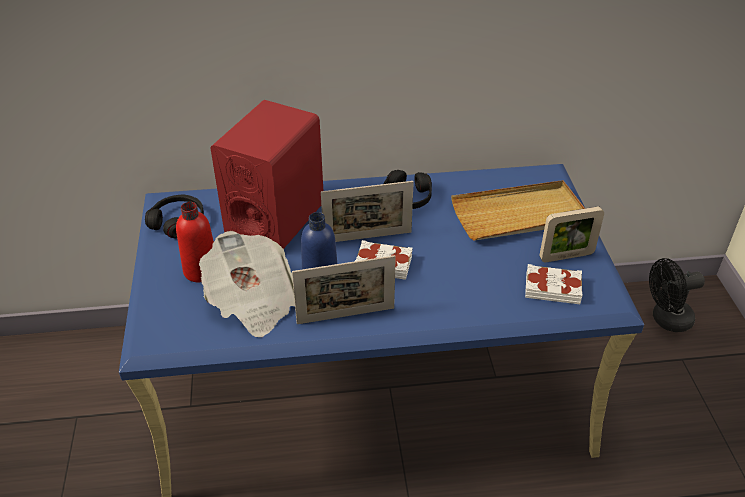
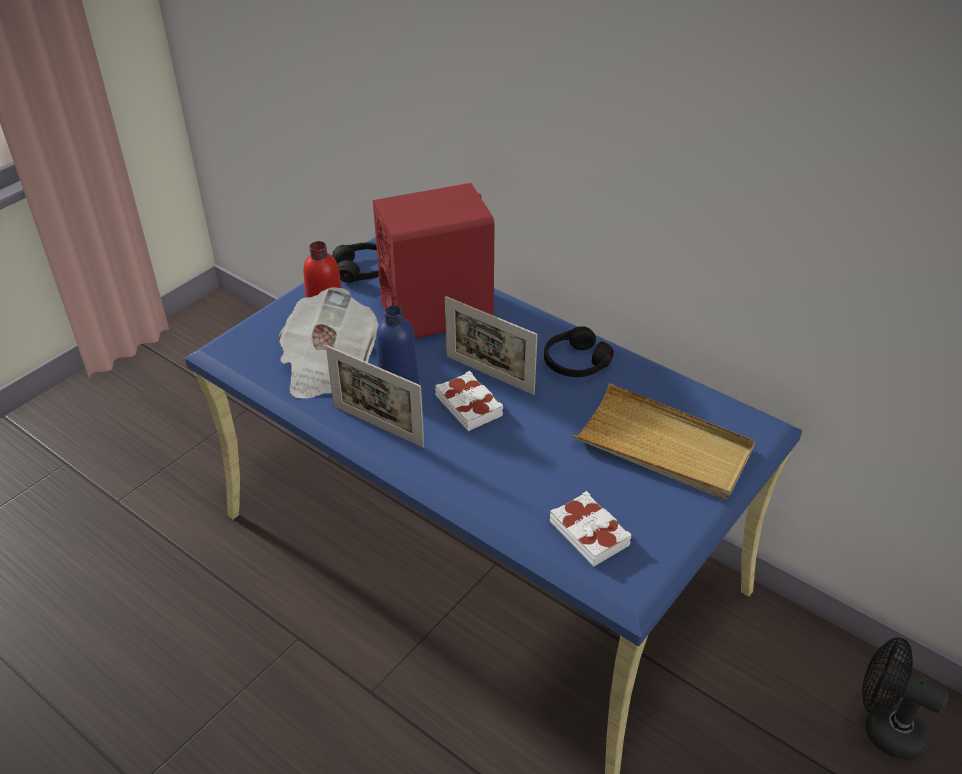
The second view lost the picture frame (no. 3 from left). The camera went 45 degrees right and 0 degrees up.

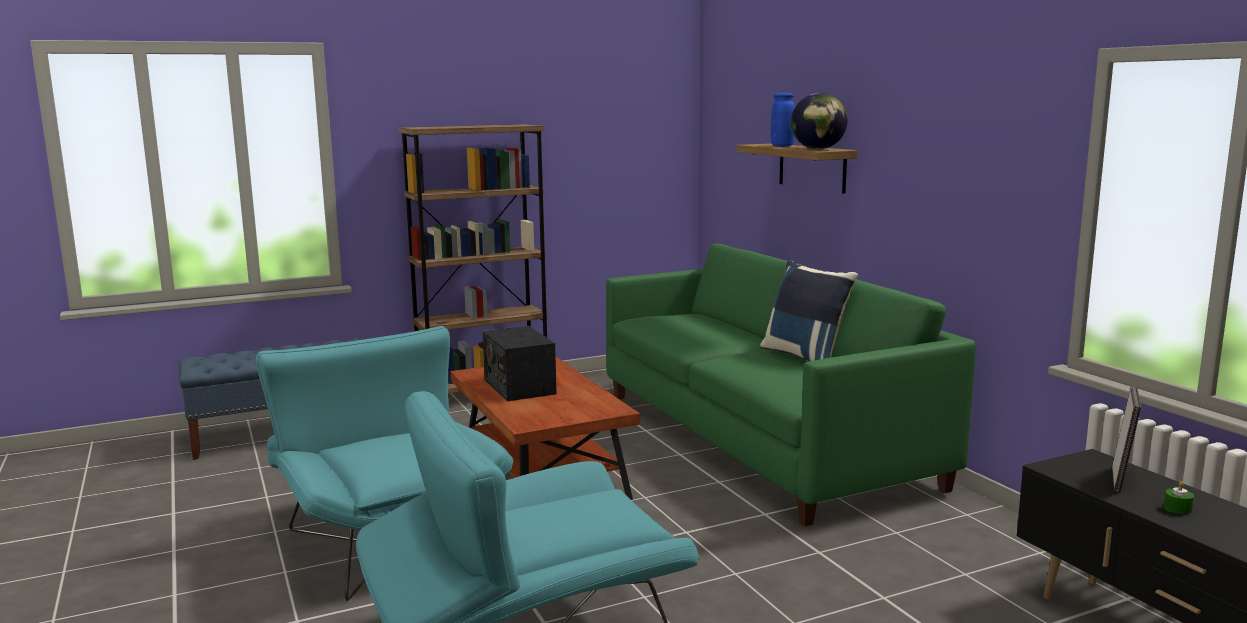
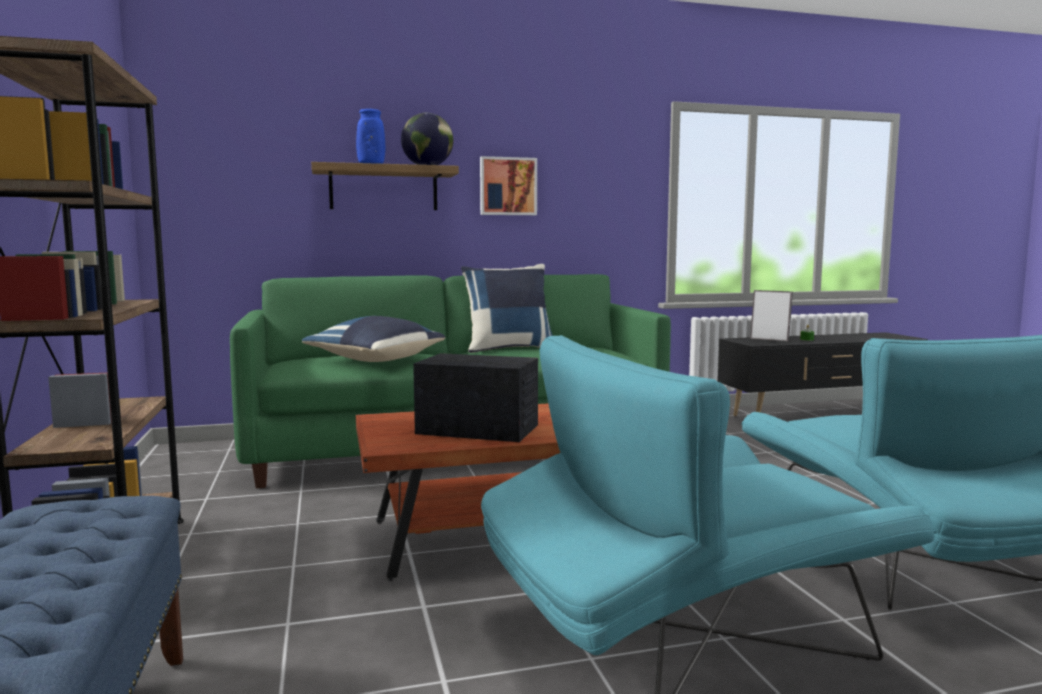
The radio ended up facing another way, 150 degrees counterclockwise from before. The second view gained the blue pillow (no. 1 from left). The second view gained the picture. The camera went 80 degrees left and 5 degrees down.

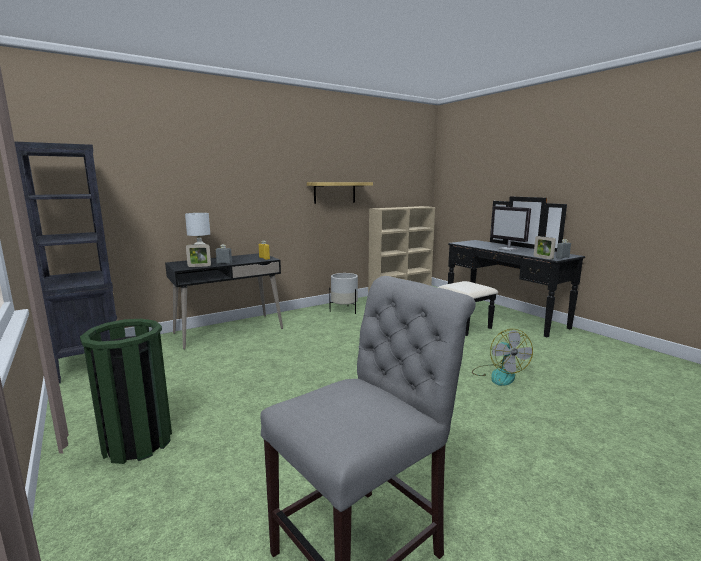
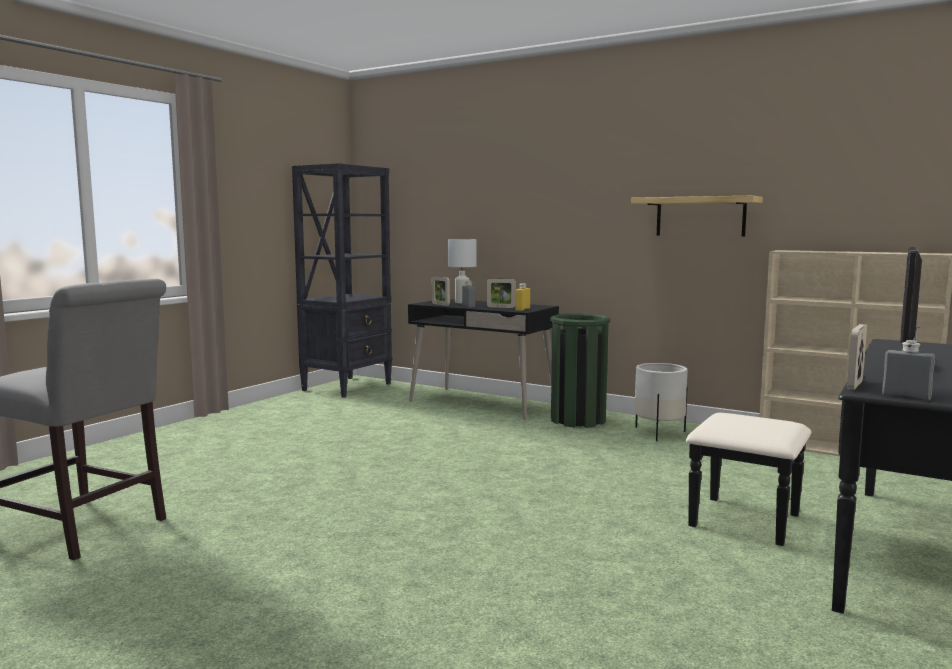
The green trash can ended up elsewhere. The second view lost the fan. The second view gained the picture frame (no. 2 from left). The camera went 65 degrees right and 5 degrees down.

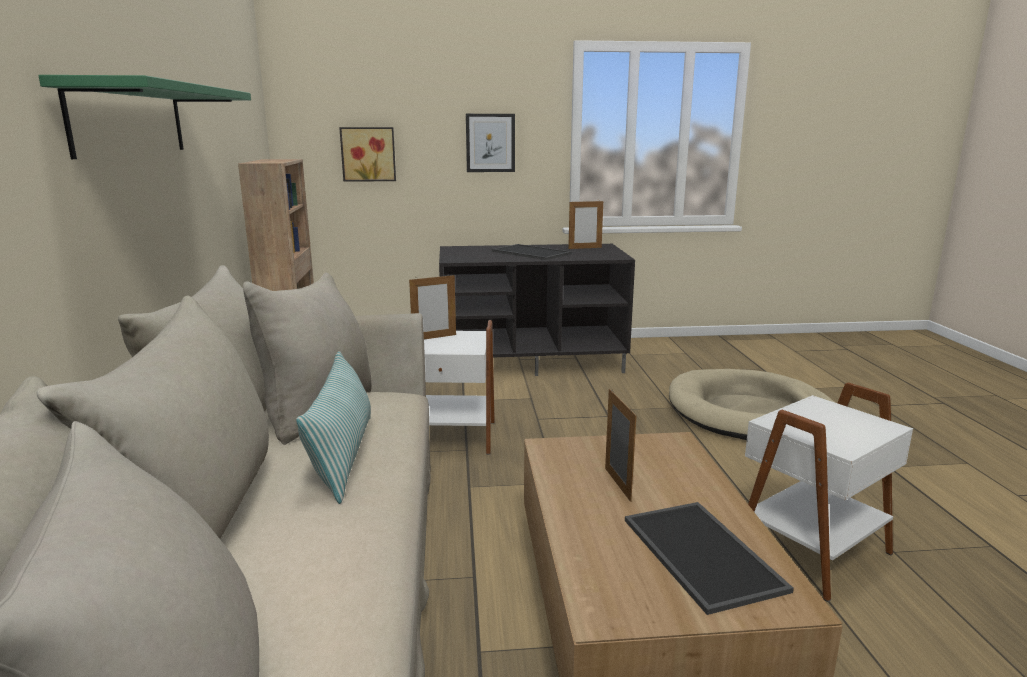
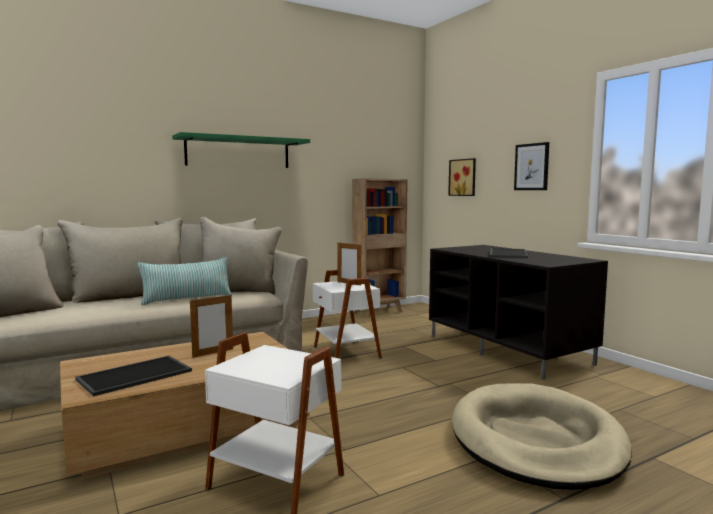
The second view lost the picture frame (no. 2 from left). The camera went 65 degrees right and 10 degrees down.

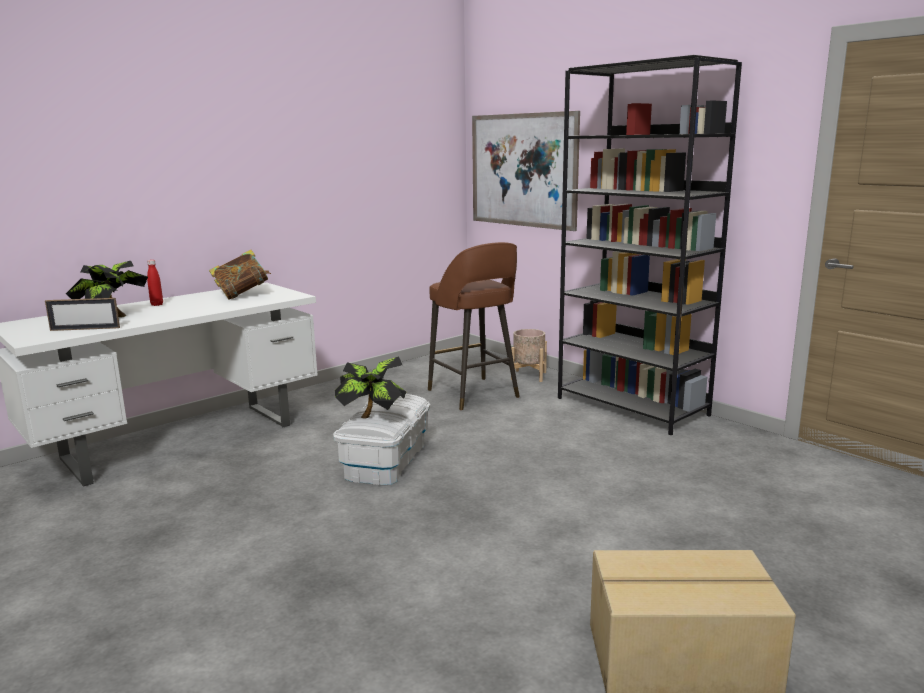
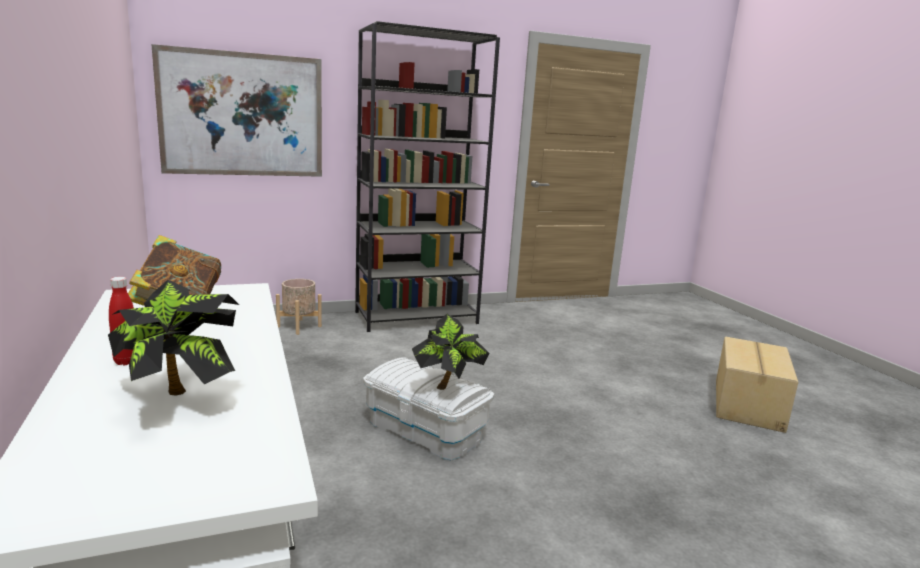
The second view lost the picture frame. The second view lost the brown stool. The camera went 70 degrees left and 0 degrees up.

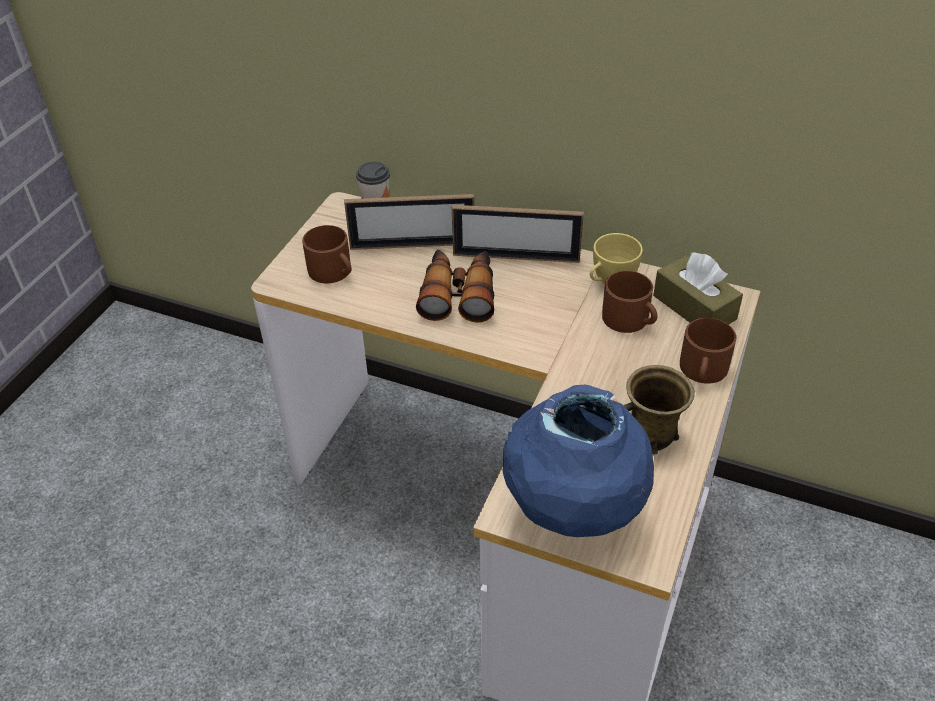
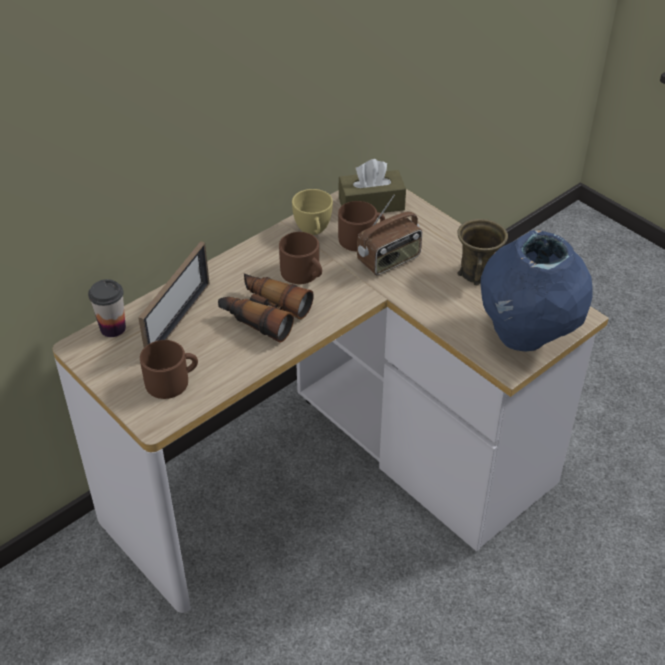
The second view lost the picture frame (no. 2 from left). The brown mug (no. 4 from left in the first image) ended up elsewhere. The second view gained the radio. The camera went 65 degrees left and 0 degrees up.

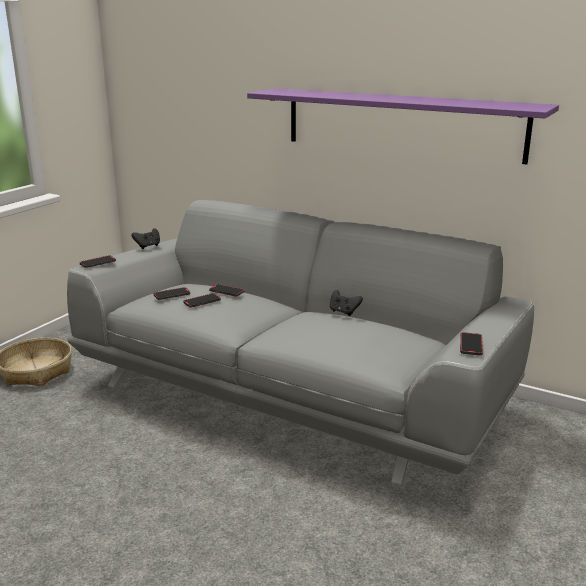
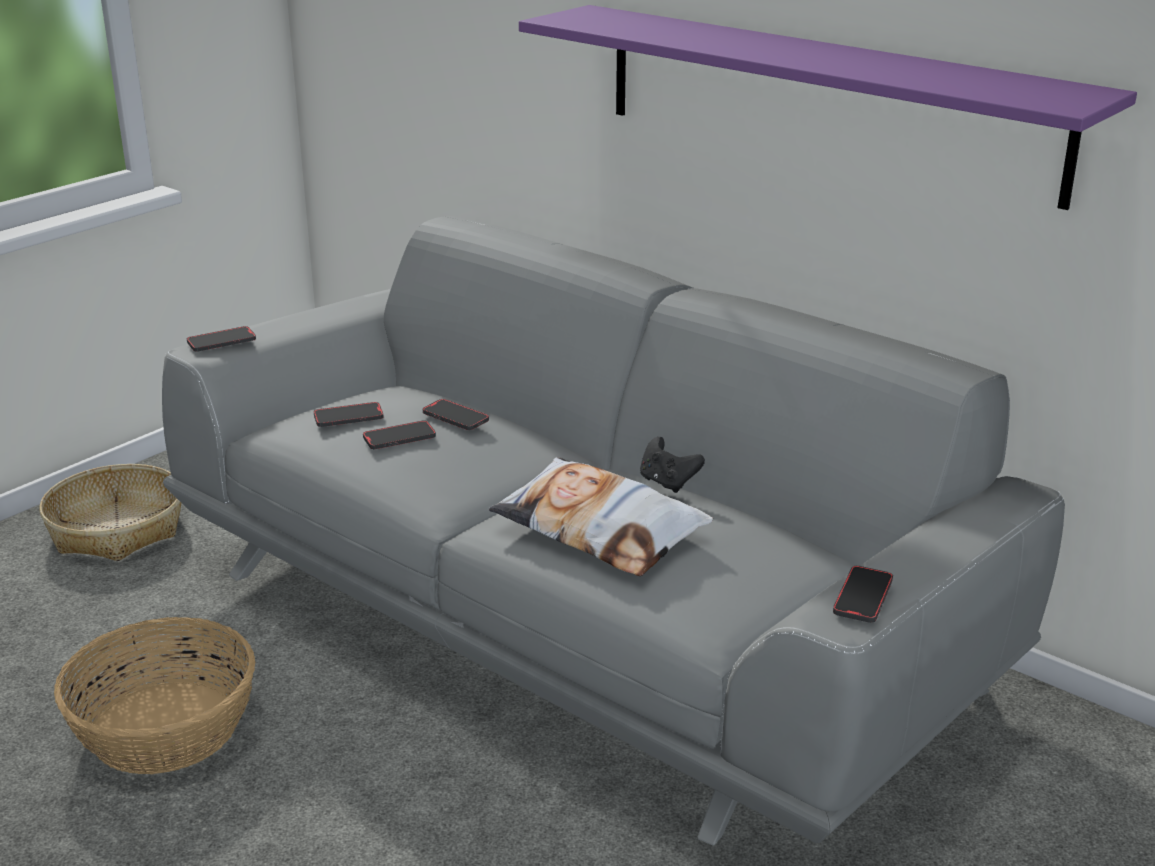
The second view lost the black game controller (no. 1 from left). The second view gained the basket (no. 2 from left). The second view gained the pillow. The camera went 10 degrees right and 5 degrees up.

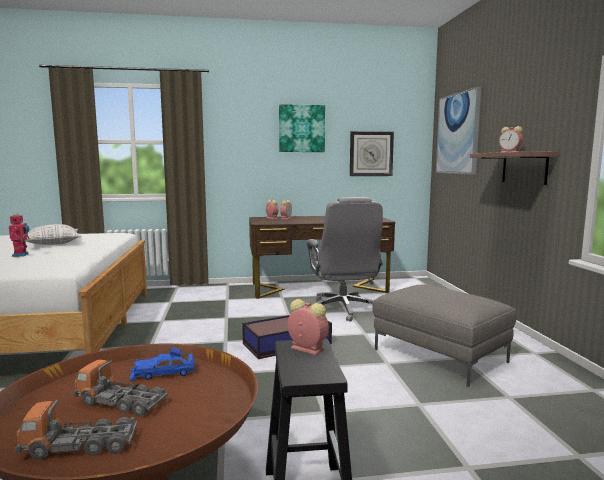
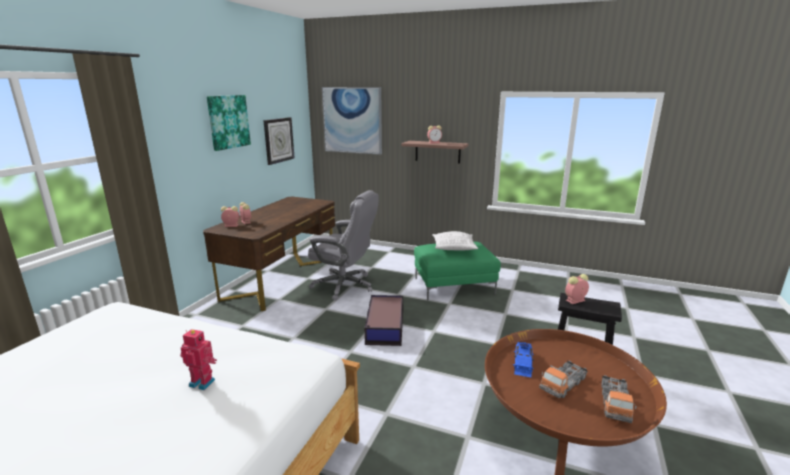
The pillow ended up elsewhere. What was the grey ottoman turned into the green ottoman. The camera went 60 degrees left and 10 degrees up.

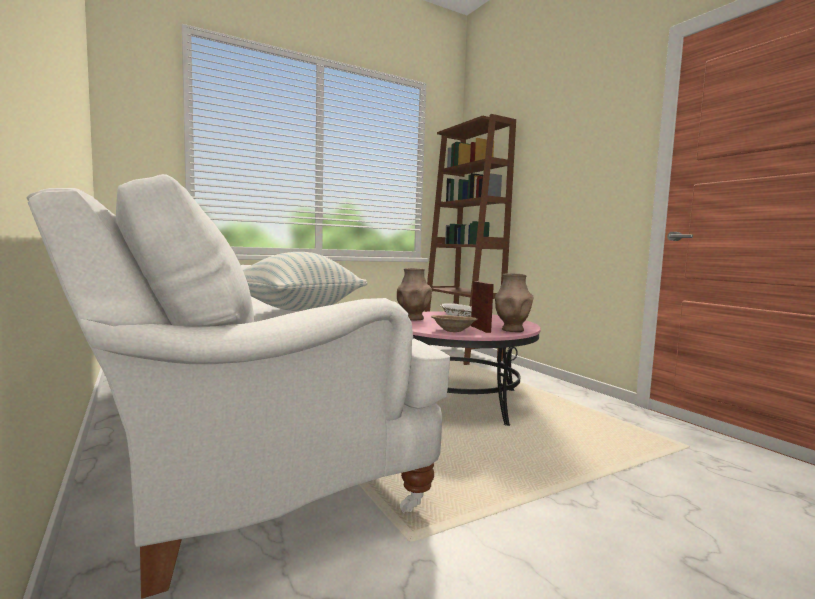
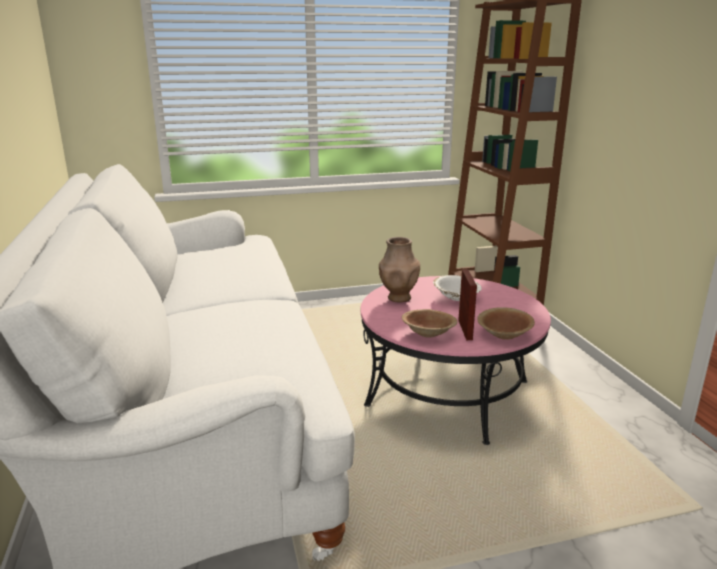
The second view lost the pillow. Where the brown vase (no. 2 from left) stood, the brown bowl (no. 2 from left) came to stand. The camera went 15 degrees right and 15 degrees up.

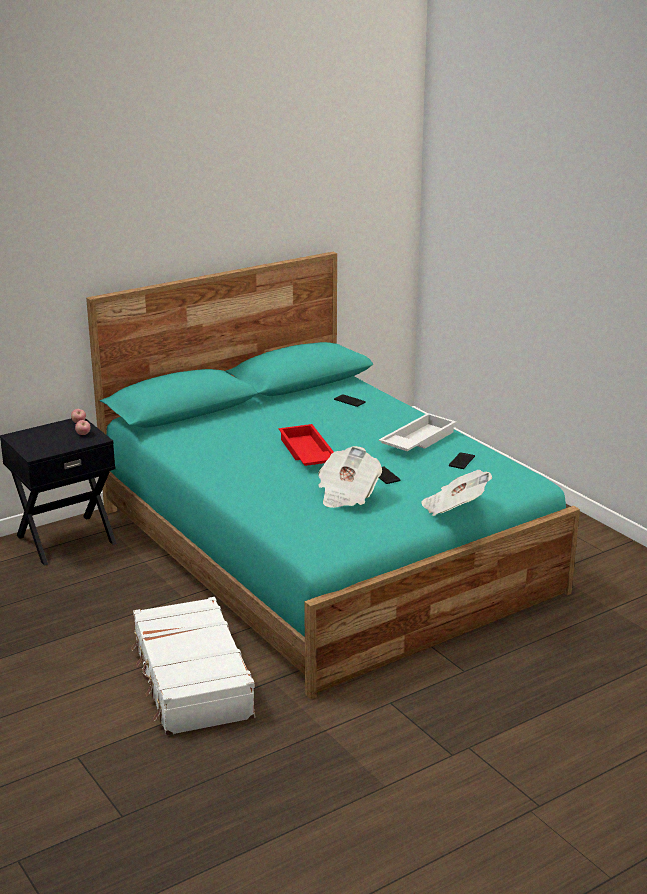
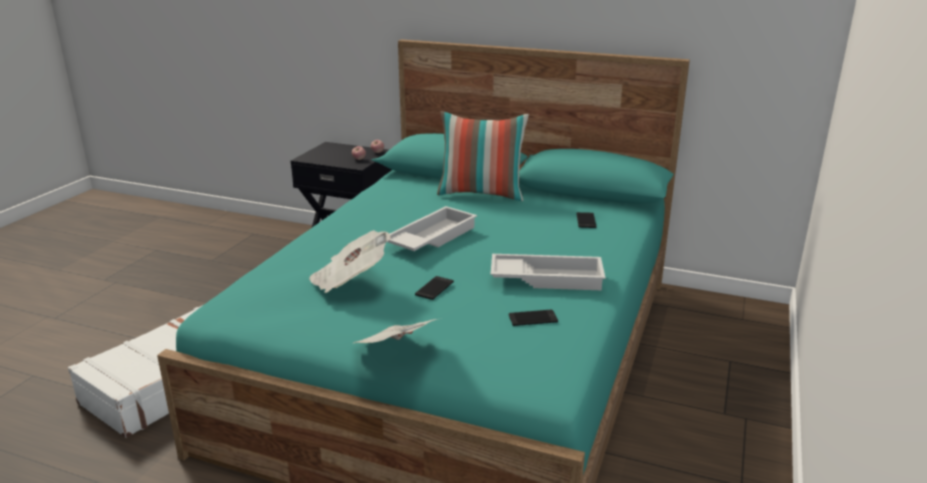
What was the red tray turned into the white tray (no. 1 from left). The second view gained the pillow. The camera went 55 degrees right and 0 degrees up.

